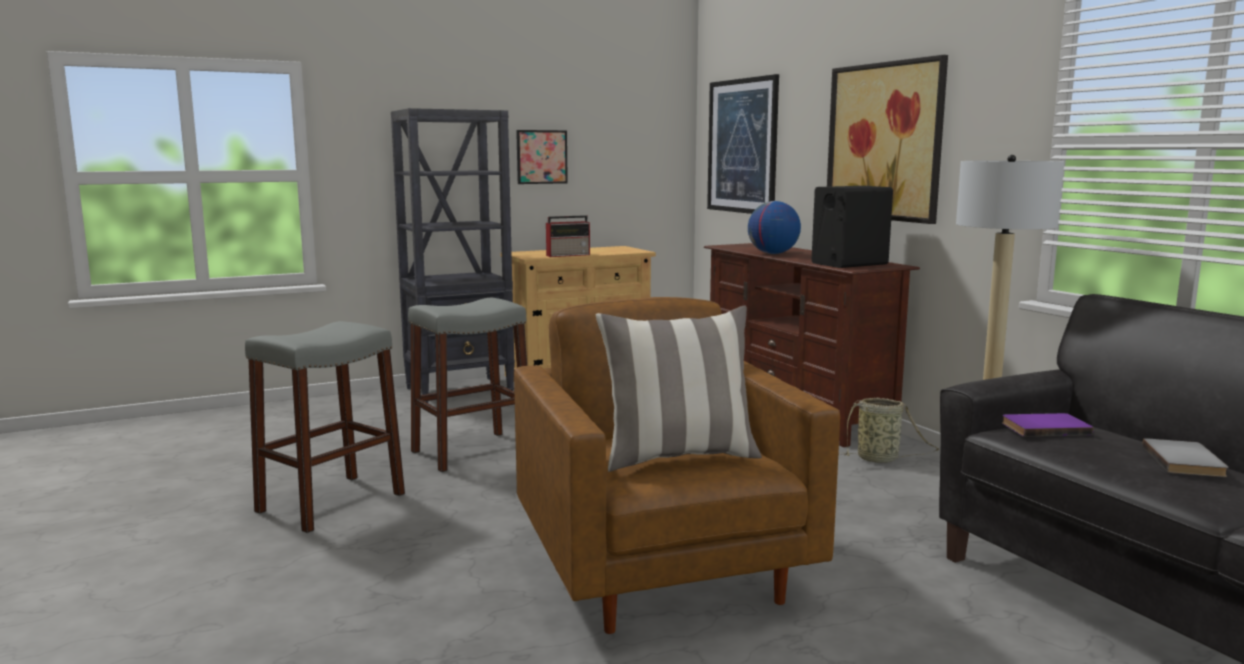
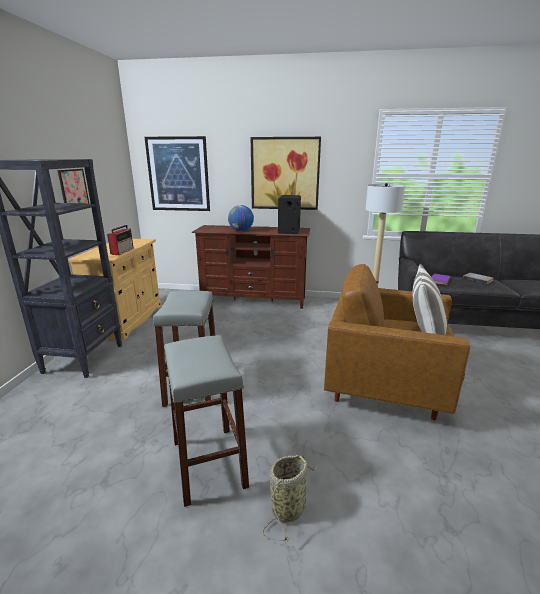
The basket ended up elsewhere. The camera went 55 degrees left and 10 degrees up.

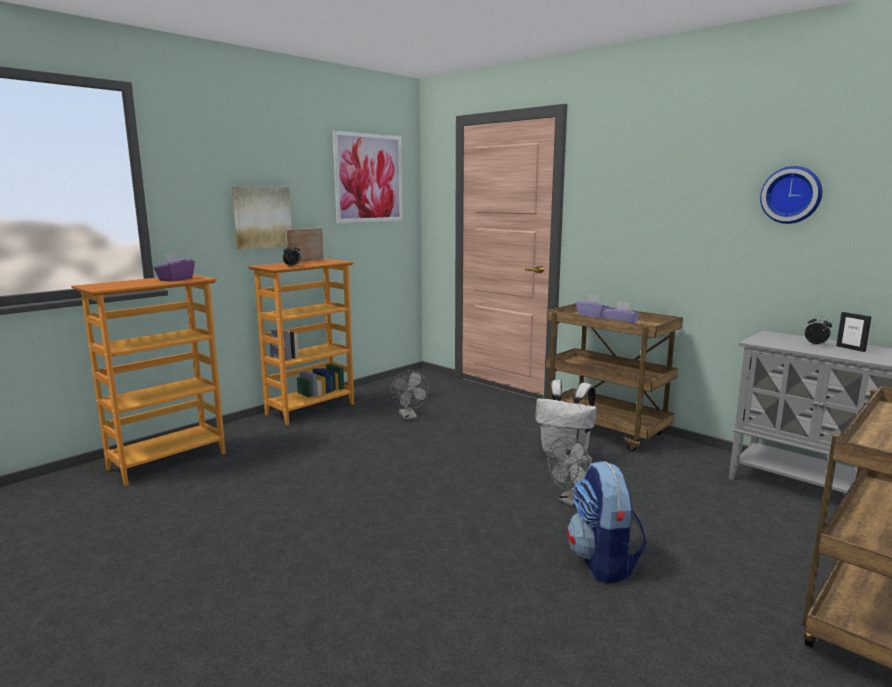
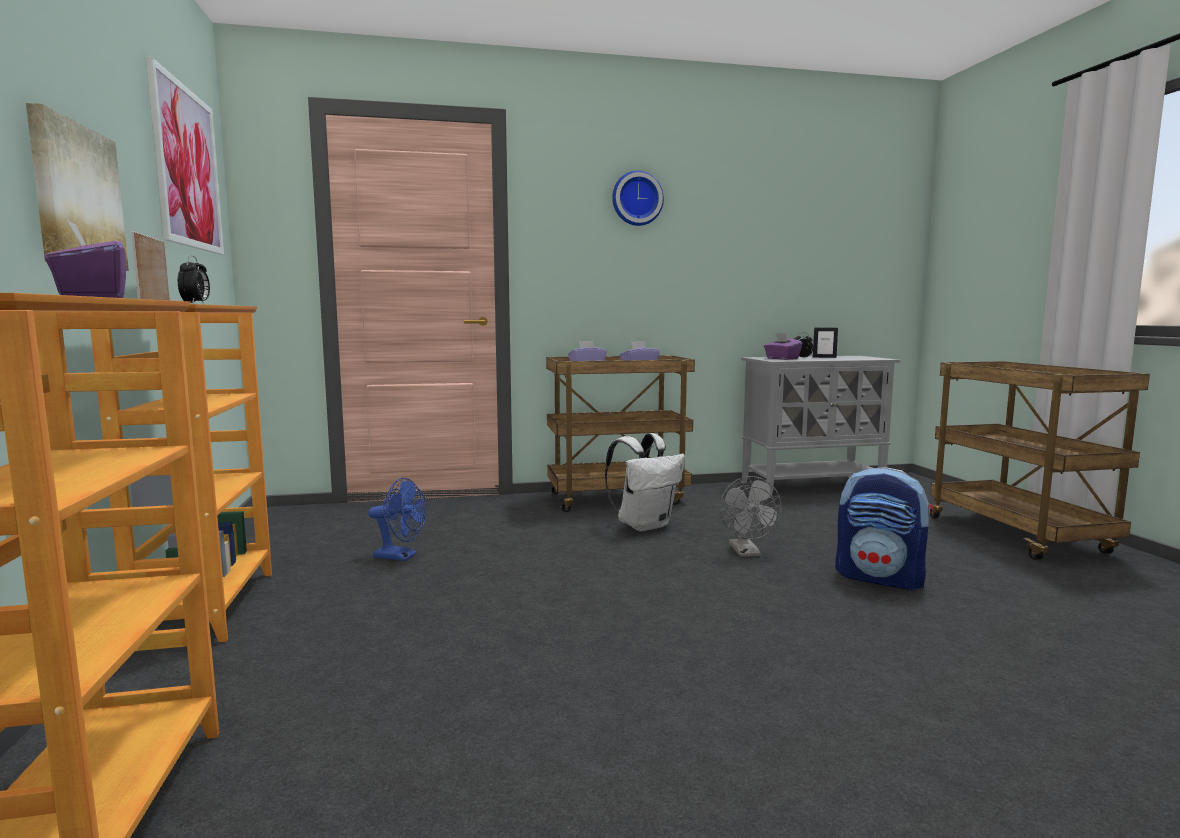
What was the grey fan (no. 1 from left) turned into the blue fan. The wall clock ended up elsewhere. The second view gained the purple tissue box (no. 4 from left). The camera went 55 degrees left and 5 degrees down.

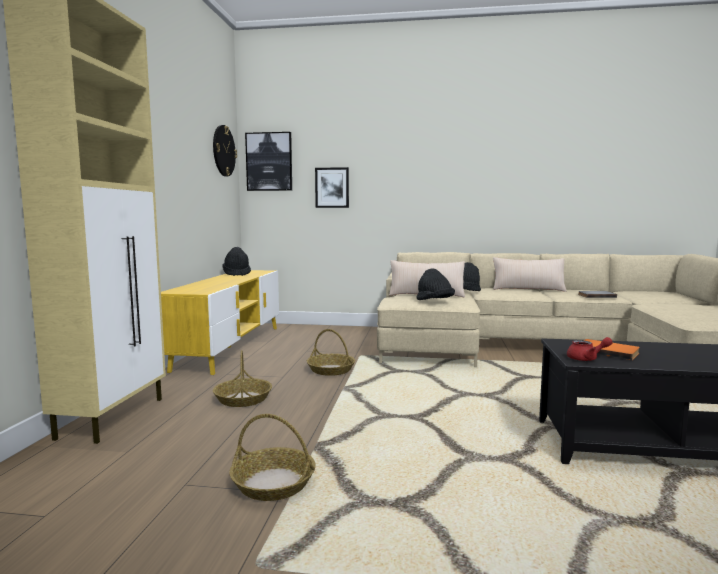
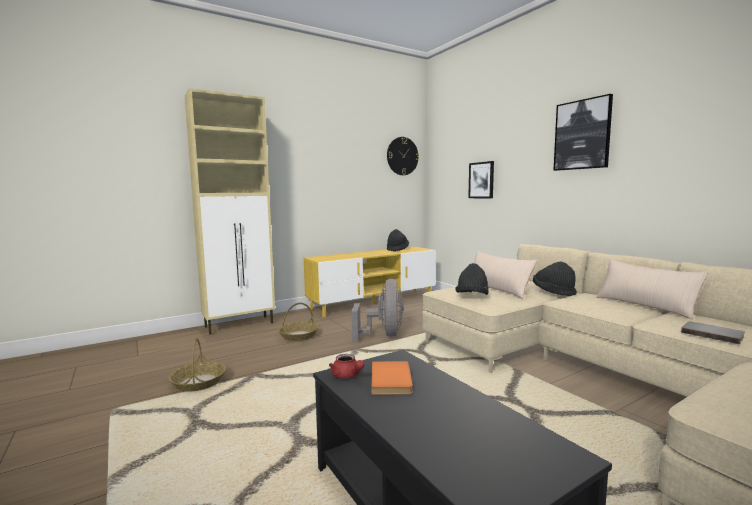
The picture (no. 1 from left in the first image) ended up elsewhere. Where the basket (no. 3 from left) stood, the grey fan came to stand. The camera went 50 degrees right and 0 degrees up.

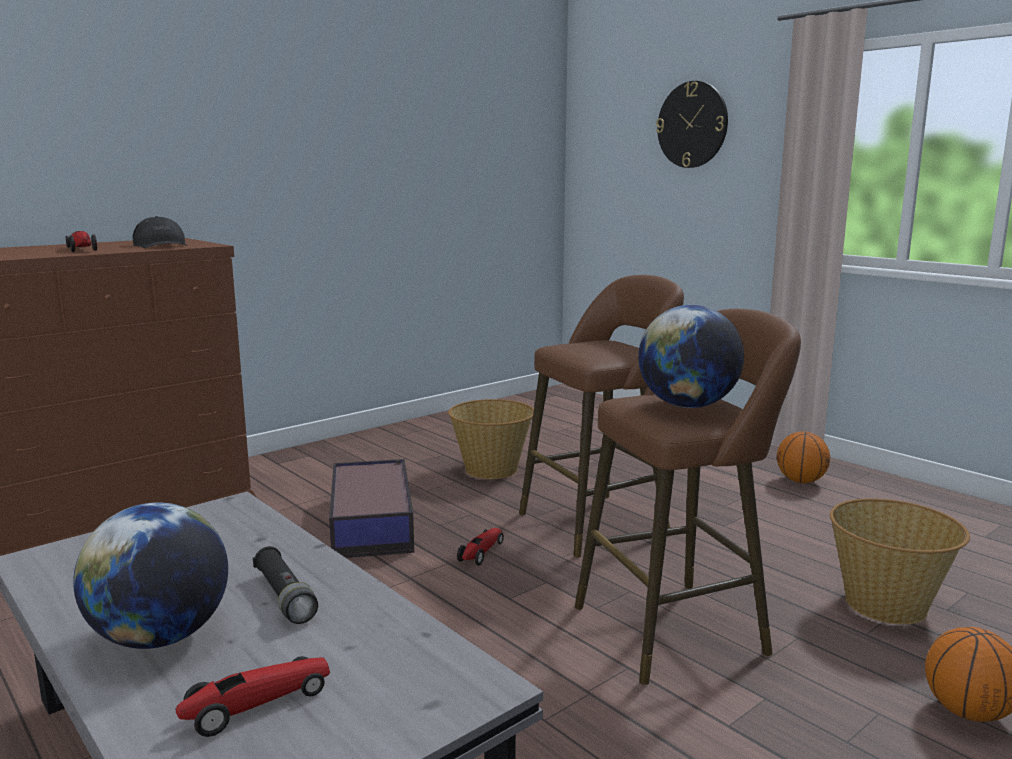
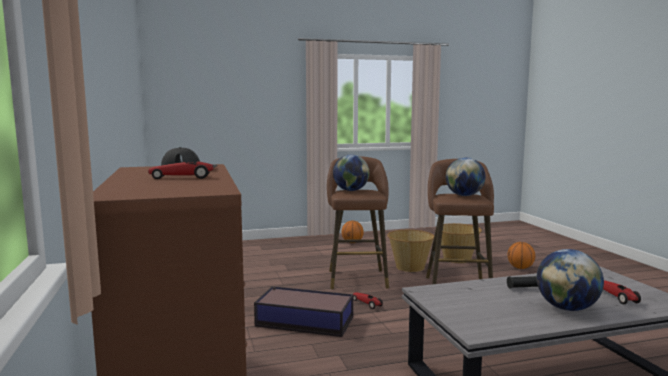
The basket (no. 1 from left) ended up elsewhere. The second view lost the wall clock. The second view gained the globe (no. 1 from left). The camera went 65 degrees left and 5 degrees down.

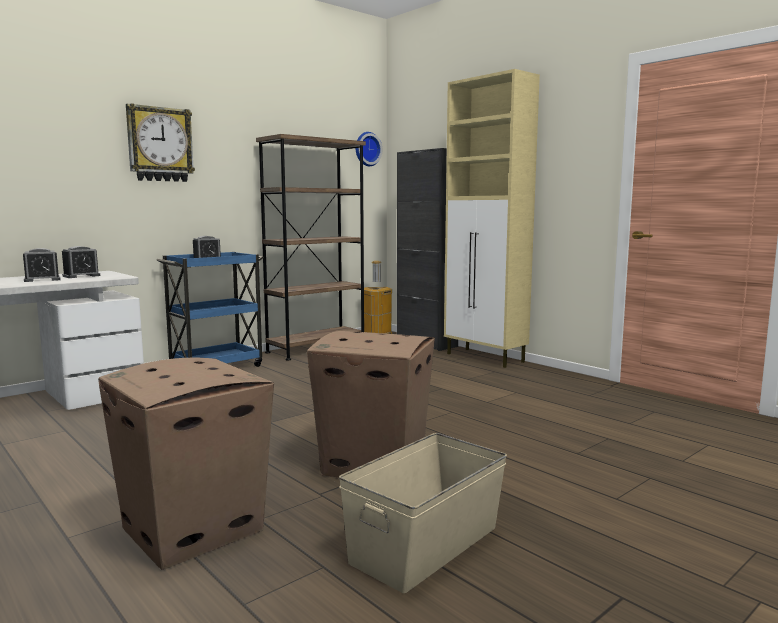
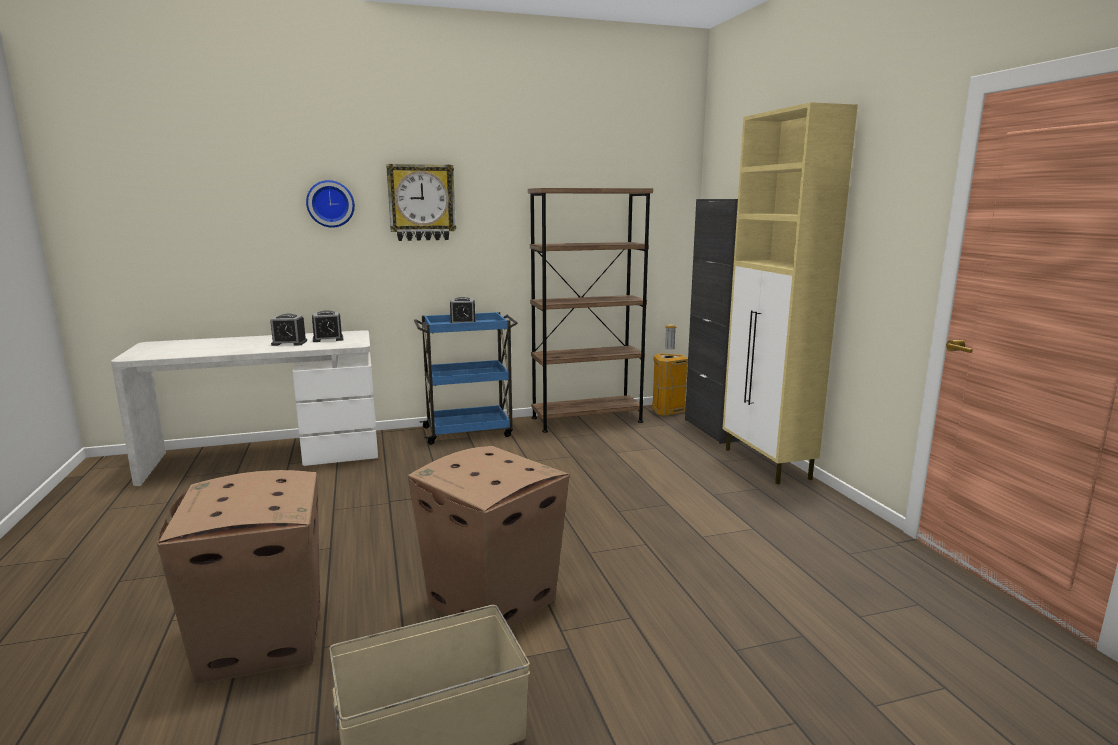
The wall clock (no. 2 from left in the first image) ended up elsewhere. The camera went 25 degrees right and 5 degrees up.

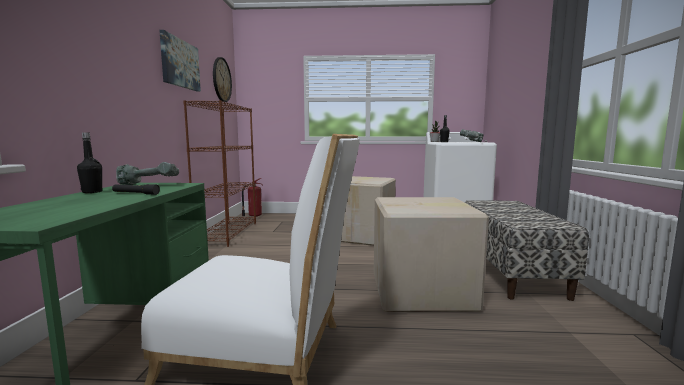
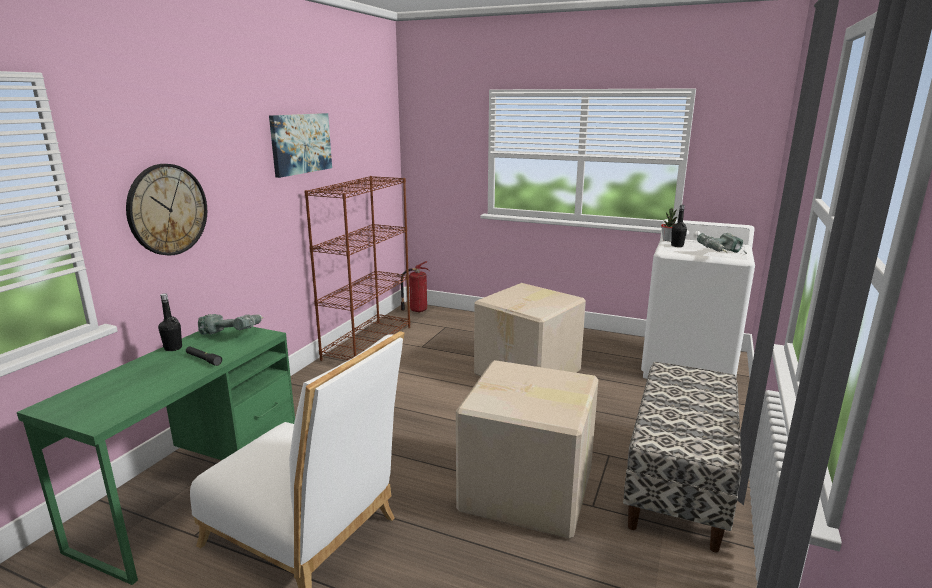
The wall clock ended up elsewhere. The camera went 20 degrees right and 10 degrees up.

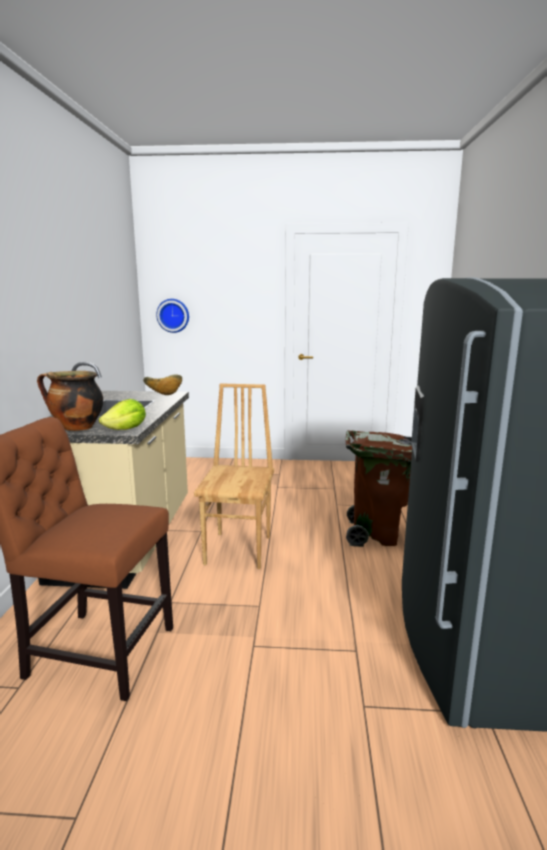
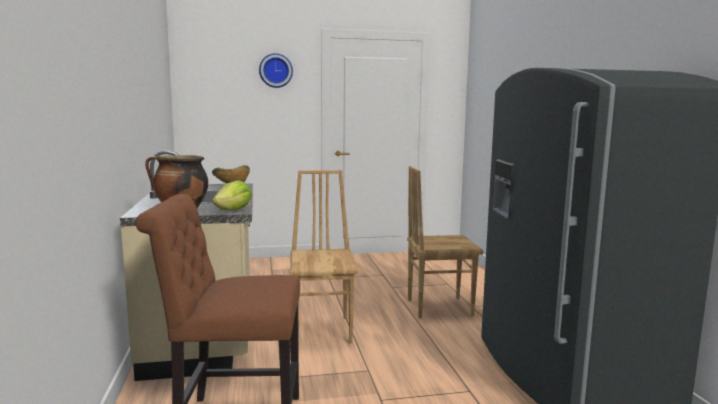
The wall clock ended up elsewhere. Where the brown trash can stood, the brown chair (no. 3 from left) came to stand. The camera went 15 degrees left and 5 degrees down.

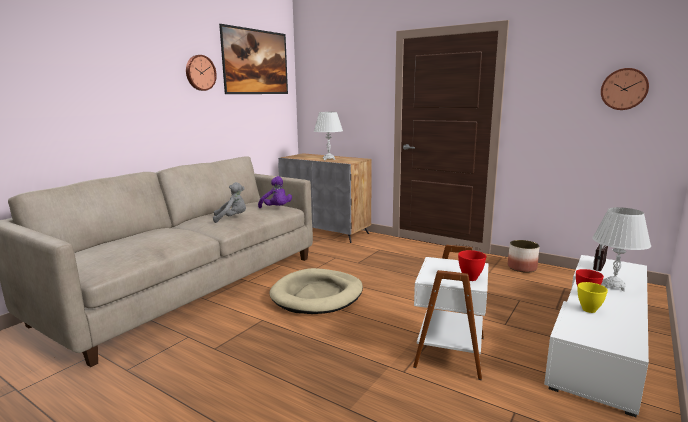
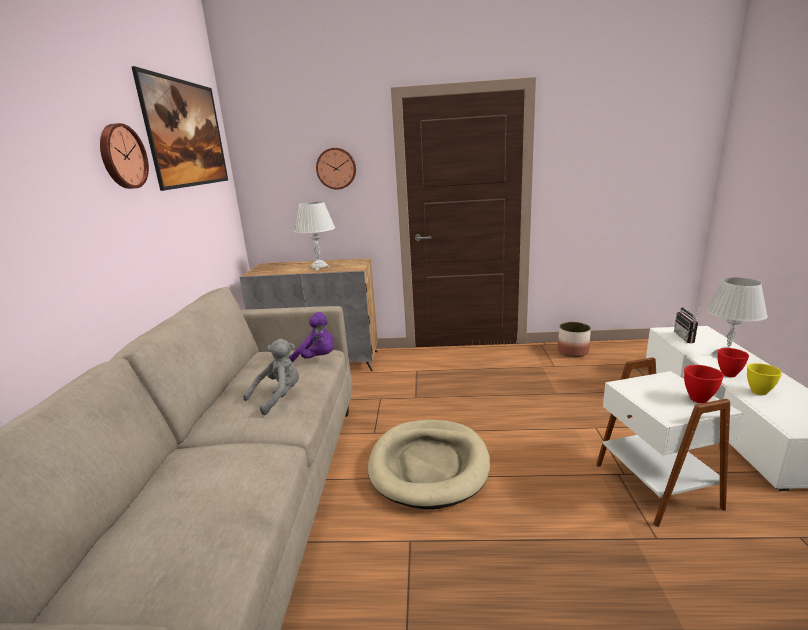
The wall clock (no. 2 from left) ended up elsewhere. The camera went 30 degrees left and 5 degrees up.

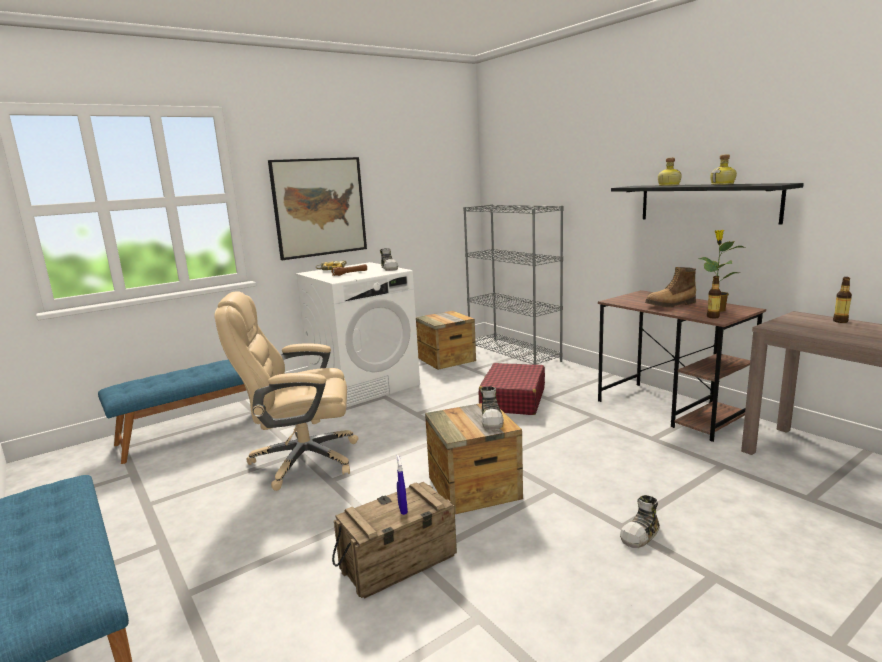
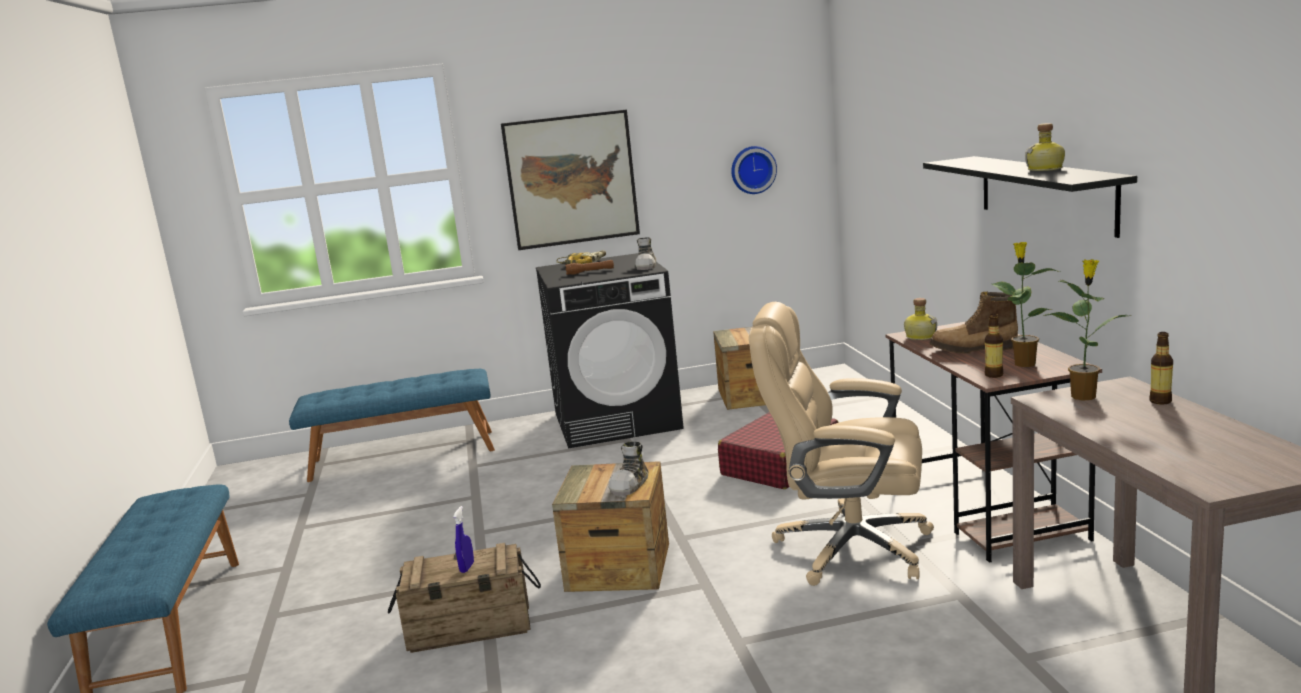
The beige office chair ended up elsewhere. What was the white washing machine turned into the black washing machine. The second view lost the grey bookcase. The second view lost the shoe (no. 3 from left). The bottle (no. 1 from left) ended up elsewhere. The second view gained the wall clock. The second view gained the potted plant (no. 2 from left). The camera went 25 degrees right and 0 degrees up.

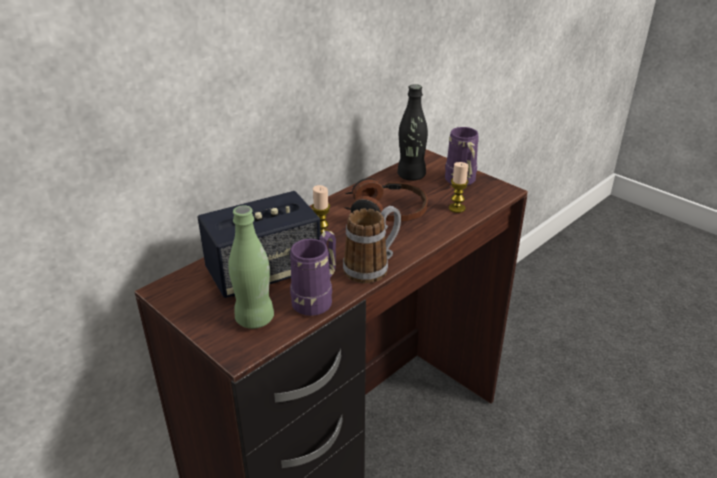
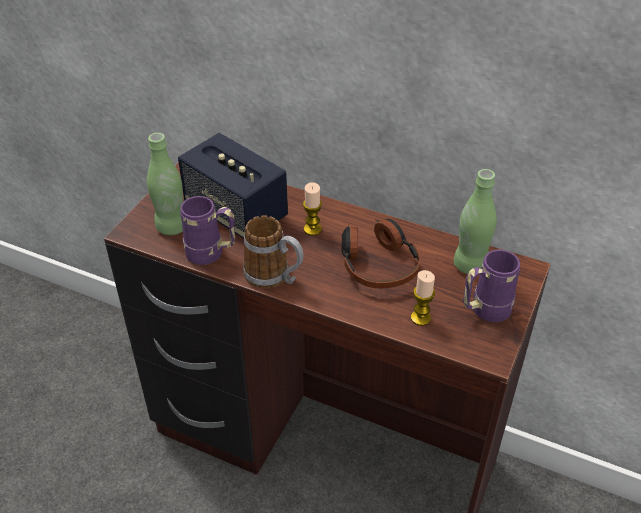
What was the black bottle turned into the green bottle (no. 2 from left). The camera went 70 degrees right and 10 degrees up.

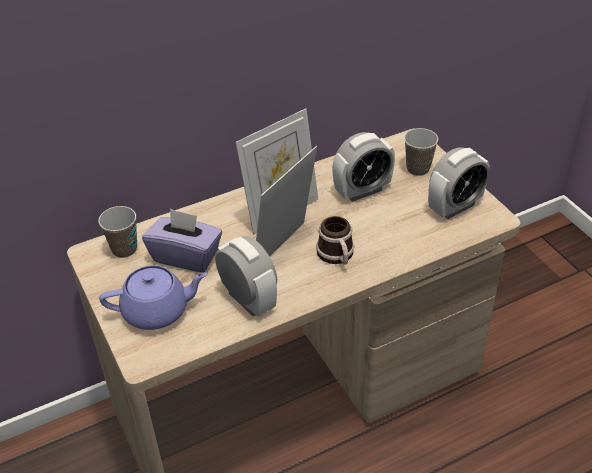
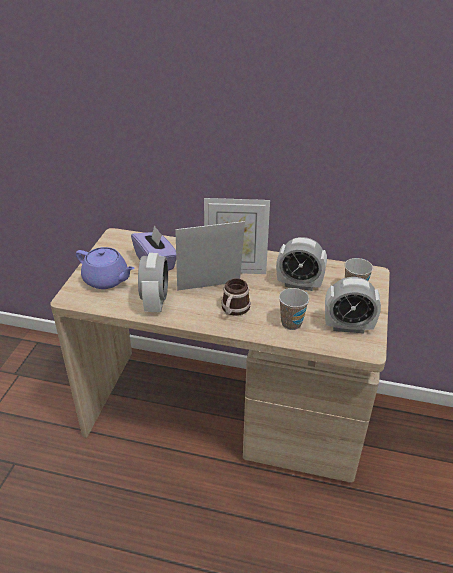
The cup (no. 1 from left) ended up elsewhere. The camera went 40 degrees right and 5 degrees down.

